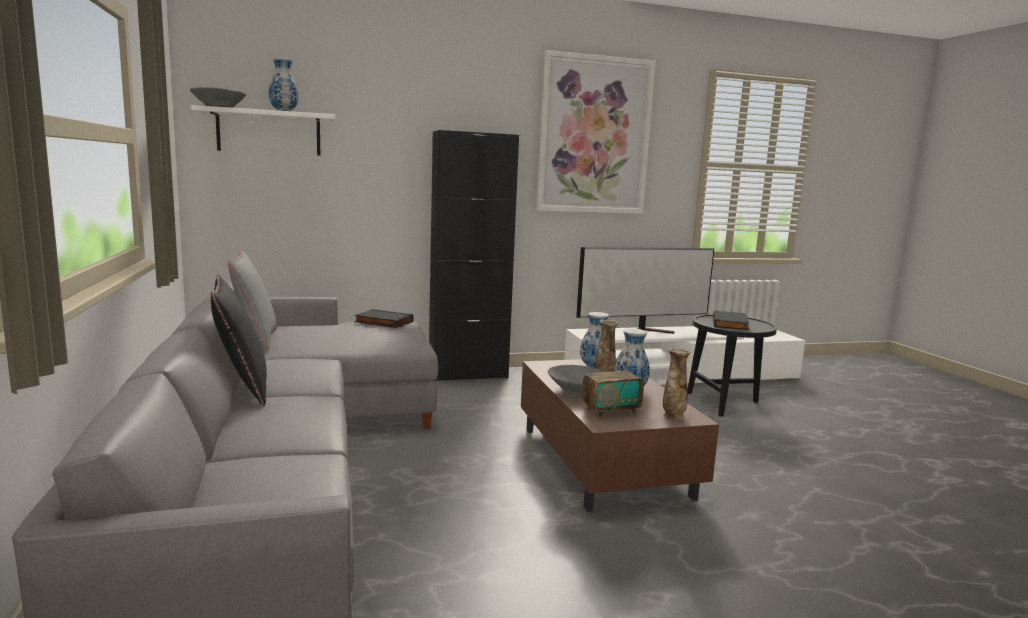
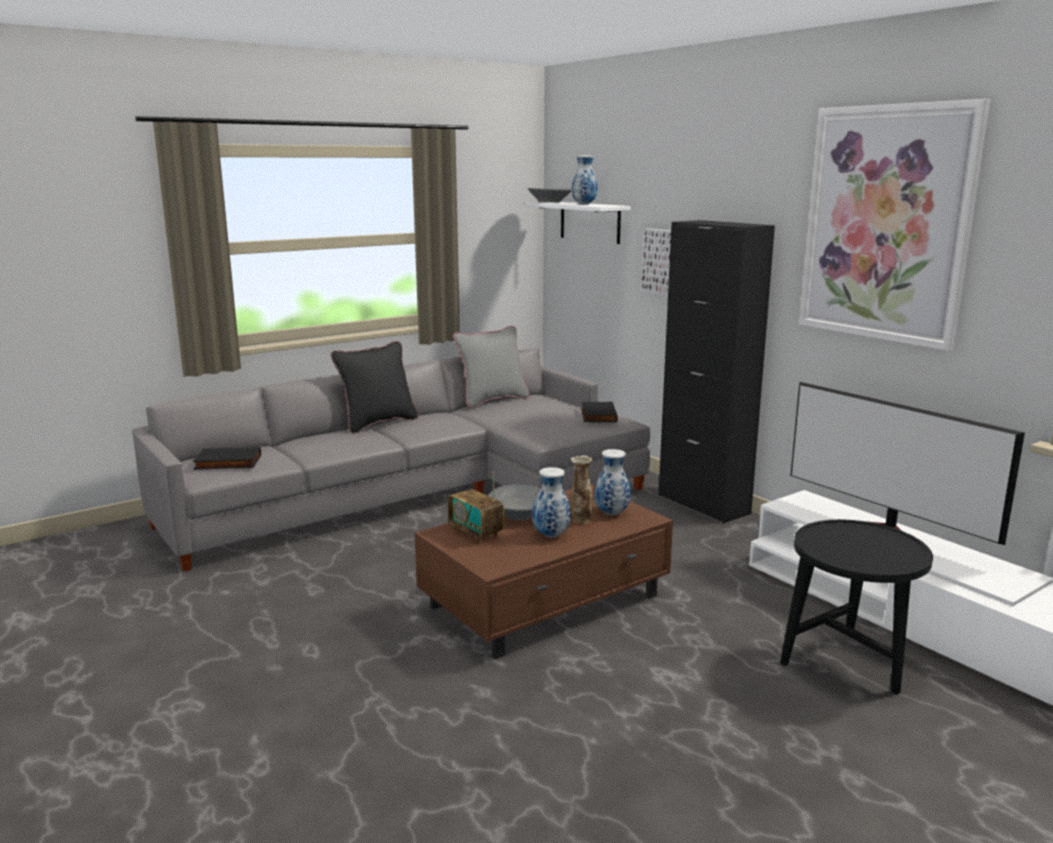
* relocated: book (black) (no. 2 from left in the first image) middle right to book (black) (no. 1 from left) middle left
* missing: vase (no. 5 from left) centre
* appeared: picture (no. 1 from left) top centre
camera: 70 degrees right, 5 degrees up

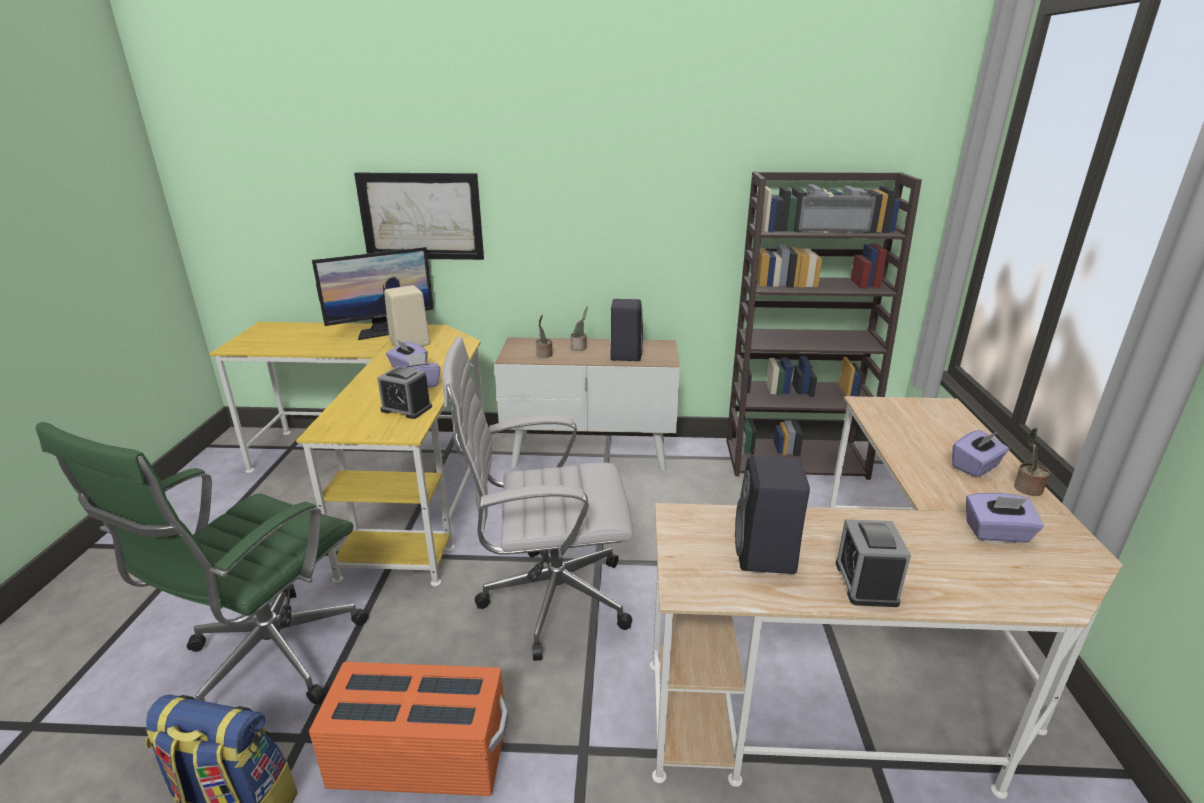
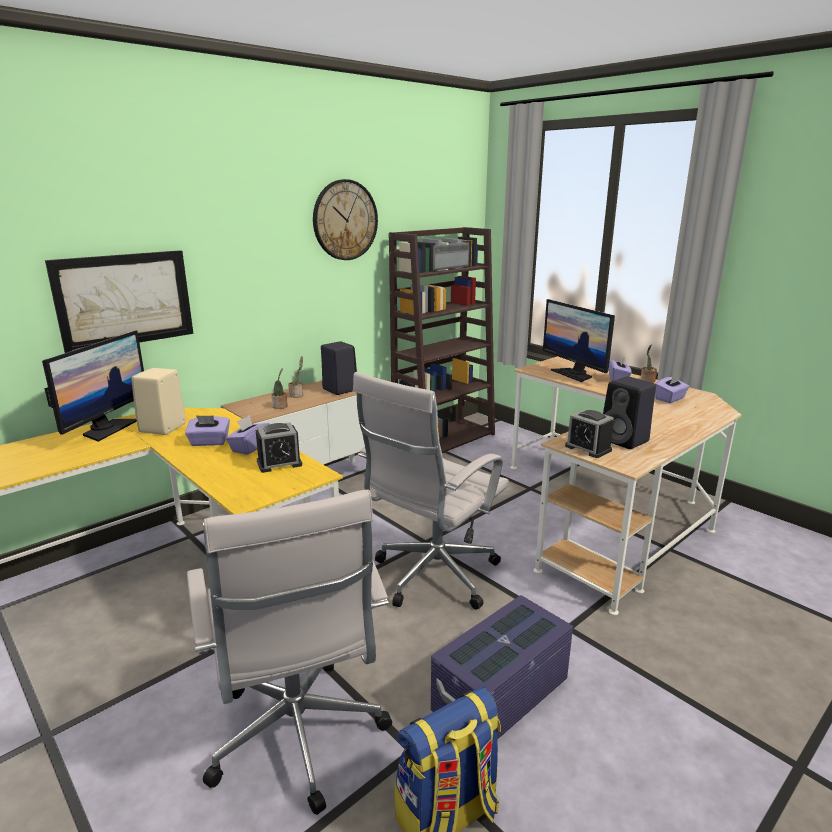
* colour: office chair (green) bottom left to office chair (white) (no. 1 from left) bottom centre
* relocated: alarm clock (no. 2 from left) bottom right to middle right
* colour: storage box (orange) bottom centre to storage box (purple) bottom centre
* appeared: wall clock top centre
* appeared: monitor (no. 2 from left) middle right
camera: 45 degrees left, 5 degrees down

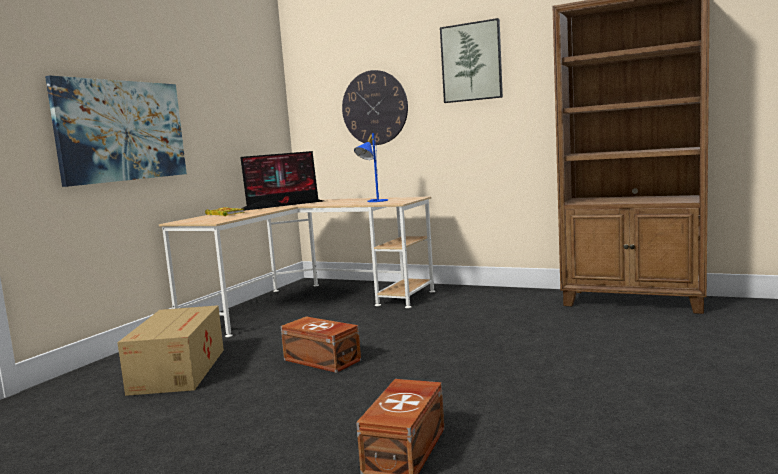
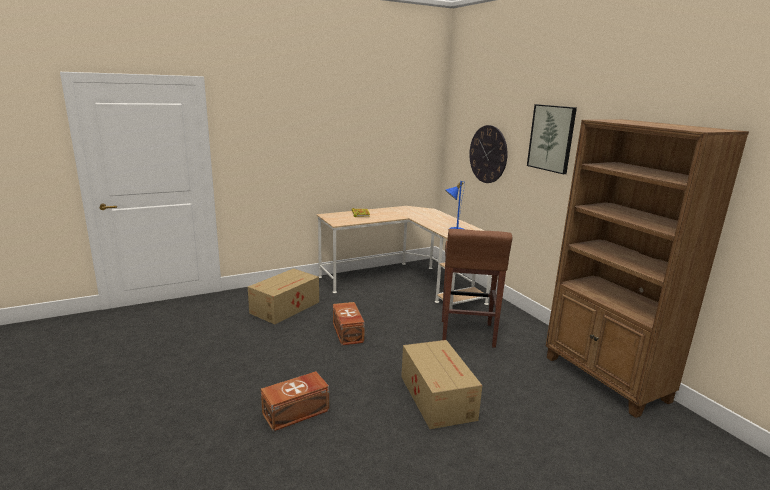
* missing: picture (no. 1 from left) top left
* missing: monitor centre
* appeared: stool (brown) centre
* appeared: cardboard box (no. 2 from left) bottom centre
camera: 35 degrees right, 10 degrees up

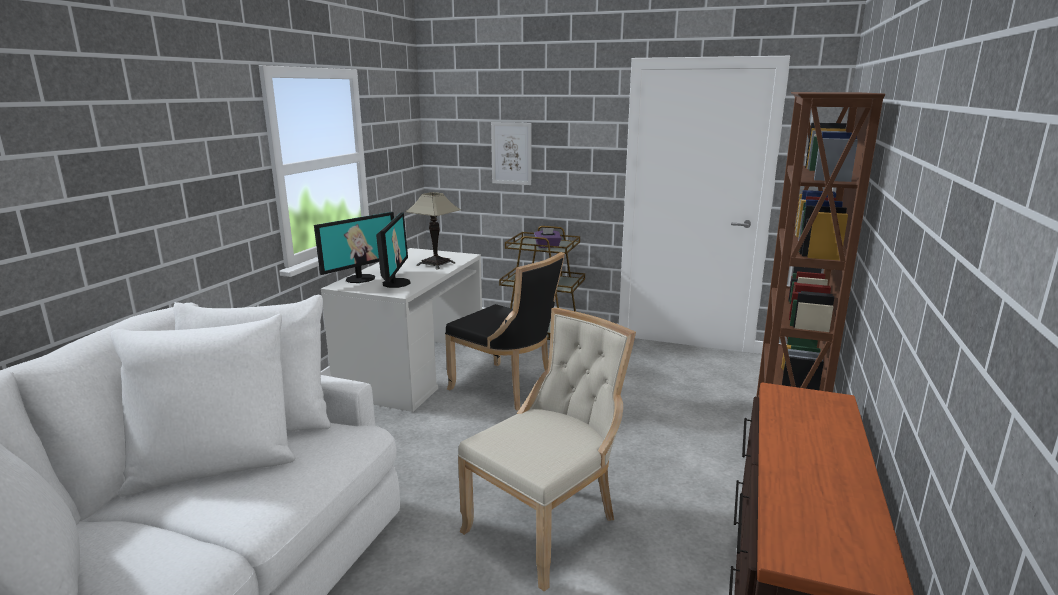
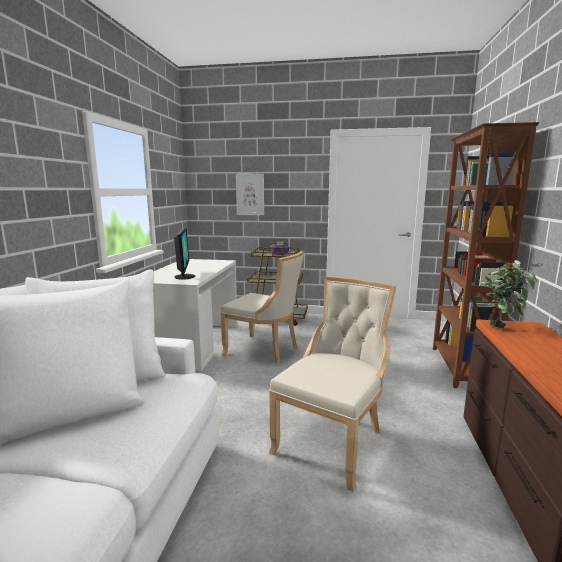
* missing: table lamp centre
* missing: monitor (no. 1 from left) centre
* colour: chair (black) centre to chair (beige) (no. 1 from left) centre
* appeared: potted plant middle right
camera: 10 degrees left, 5 degrees down

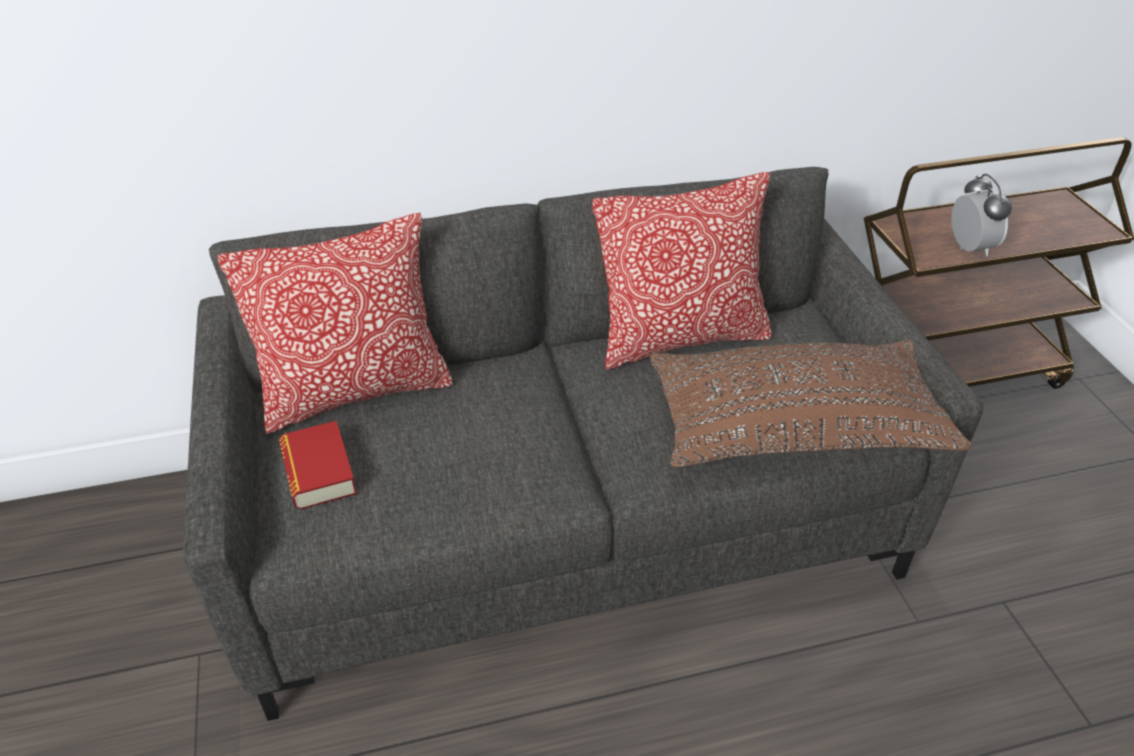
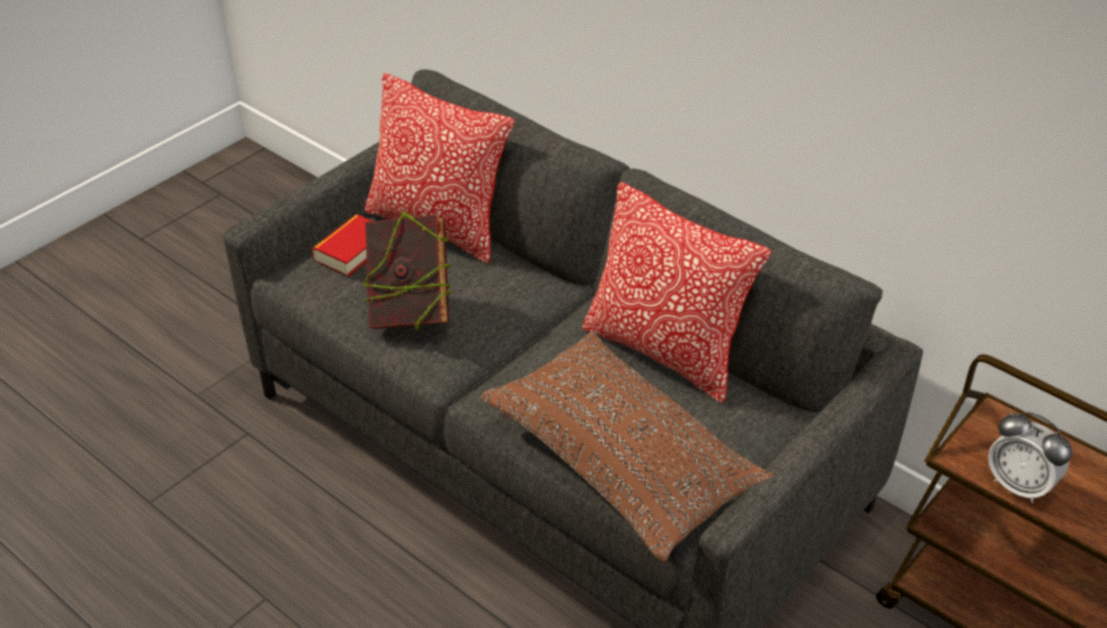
* spun: alarm clock top right = bottom right 90 degrees clockwise
* appeared: book (no. 2 from left) centre
camera: 55 degrees right, 0 degrees up

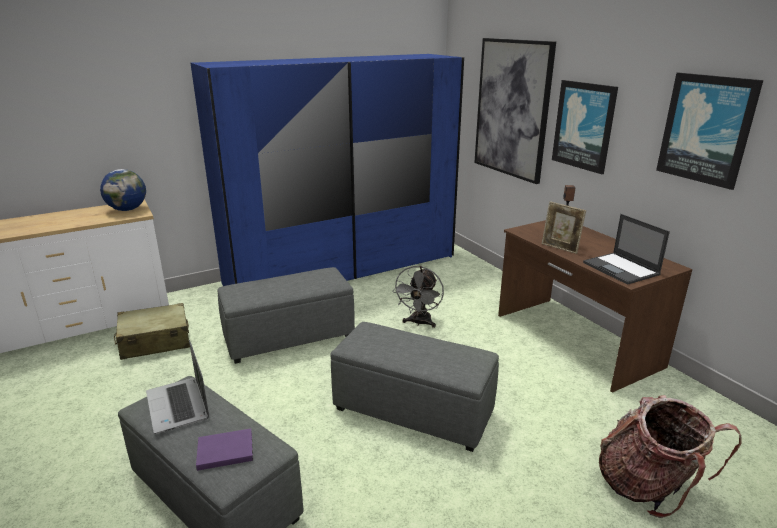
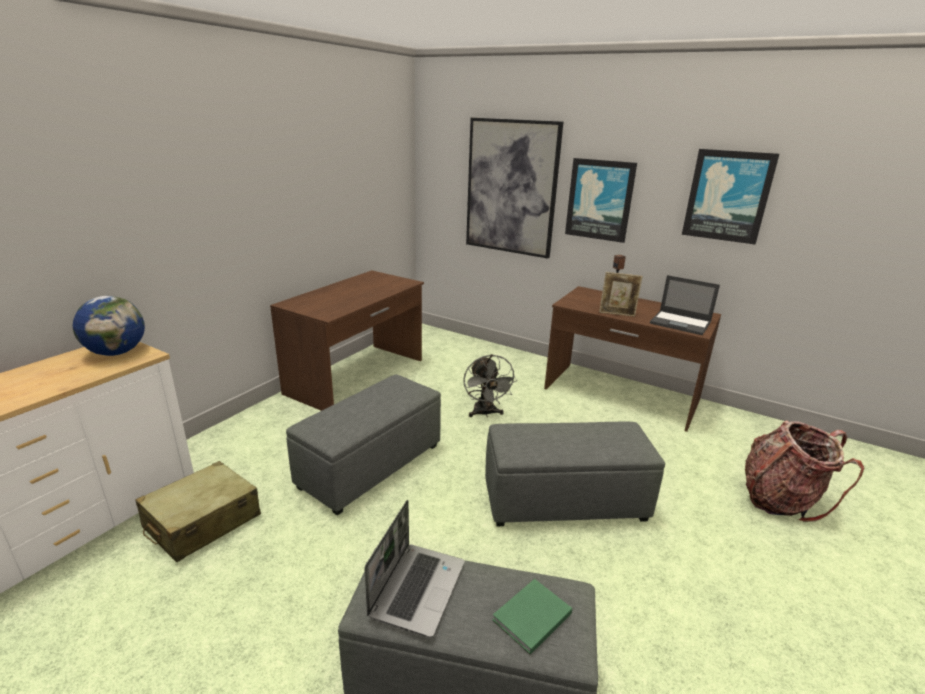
* exchanged: wardrobe (blue) top centre to desk (brown) (no. 1 from left) centre
* spun: laptop (no. 1 from left) bottom left = bottom centre 105 degrees counterclockwise
* colour: book (purple) bottom left to book (green) bottom centre
camera: 30 degrees left, 0 degrees up

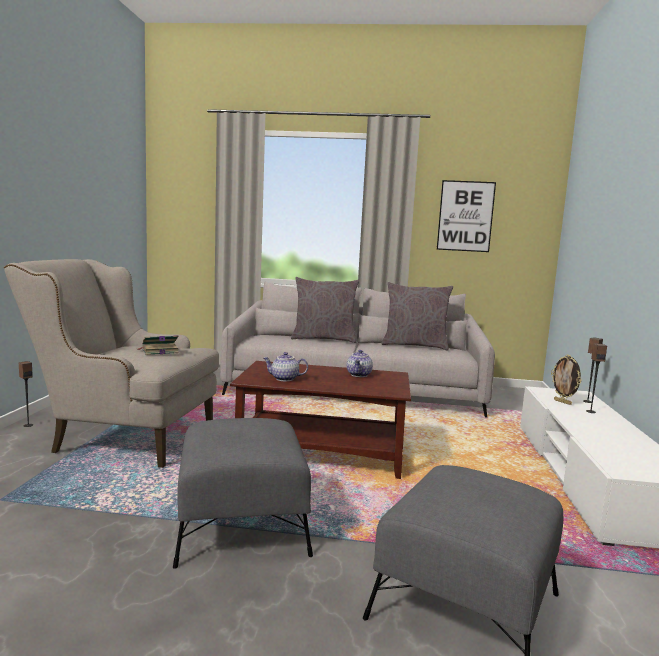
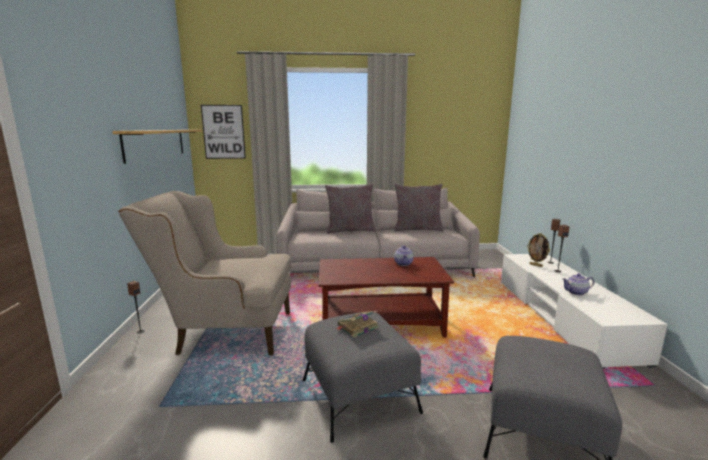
* relocated: picture top right to top left
* relocated: book middle left to bottom centre
* relocated: teapot (no. 1 from left in the first image) centre to teapot (no. 2 from left) middle right
* appeared: shelf top left
camera: 10 degrees left, 5 degrees up

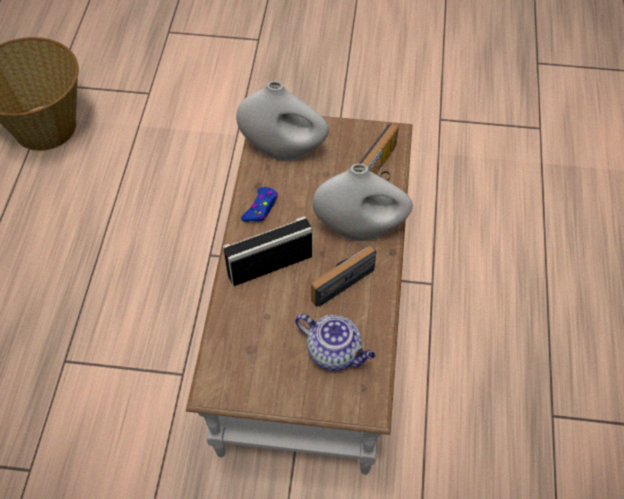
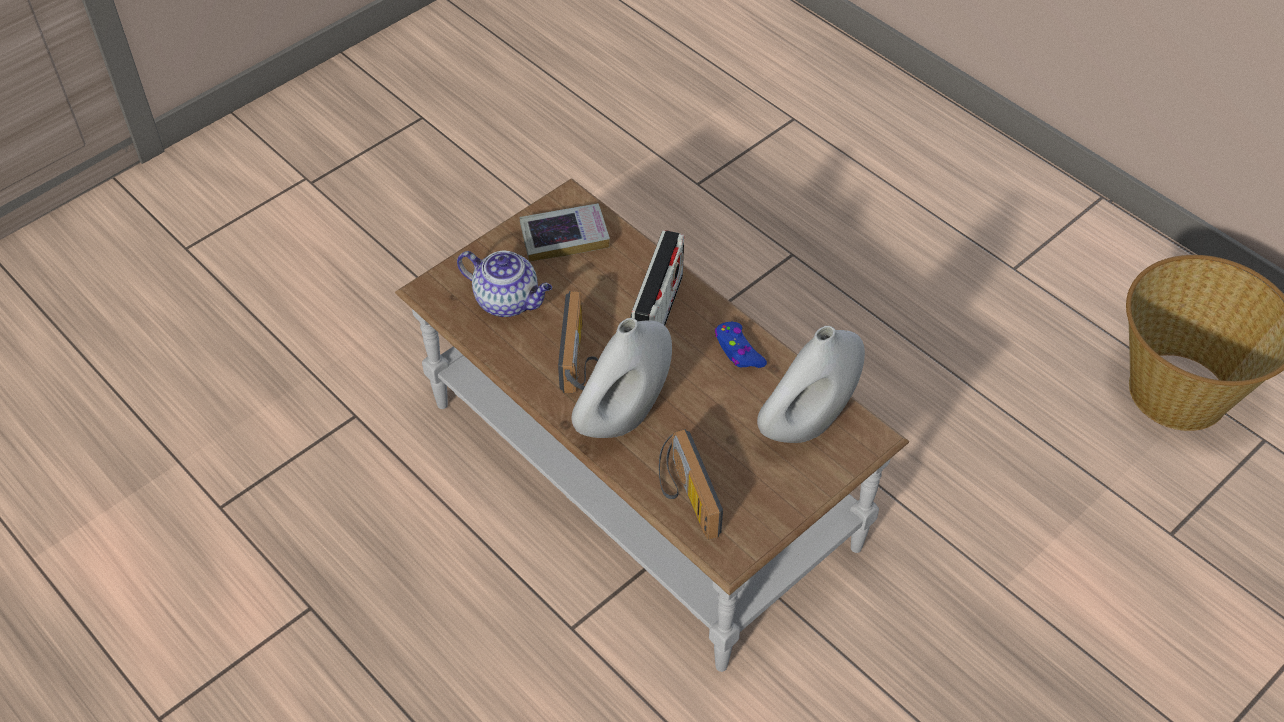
* spun: teapot bottom centre = centre 135 degrees counterclockwise
* appeared: book top centre
camera: 130 degrees right, 5 degrees down

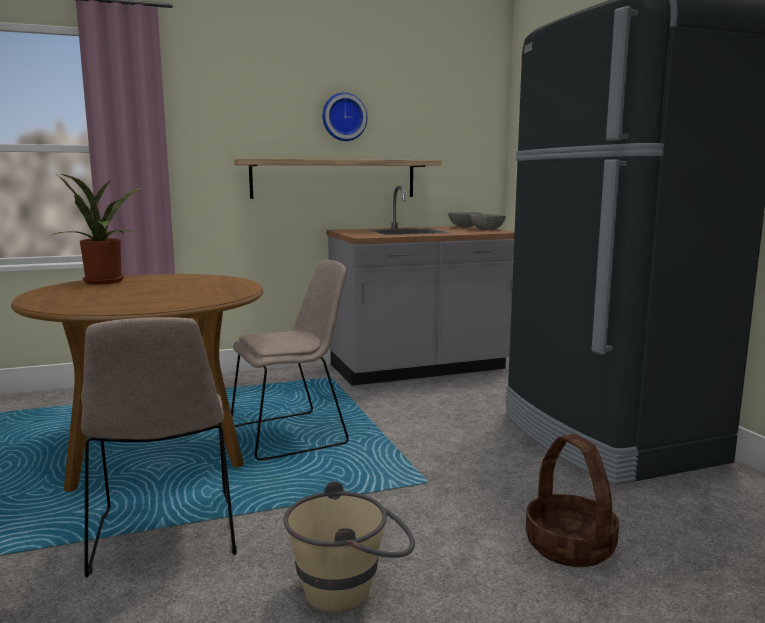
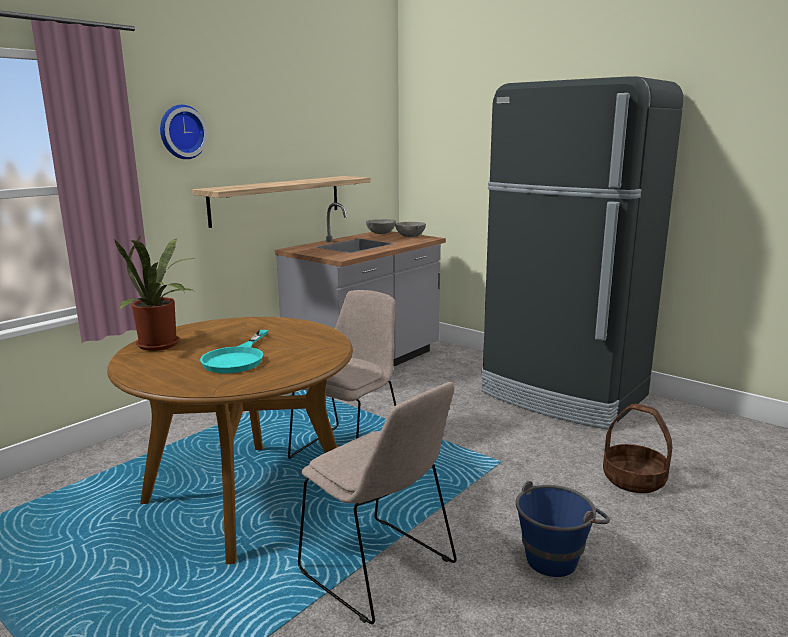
* relocated: wall clock top centre to top left
* colour: bucket (beige) bottom centre to bucket (blue) bottom right
* appeared: frying pan (turquoise) middle left
camera: 30 degrees left, 5 degrees up

